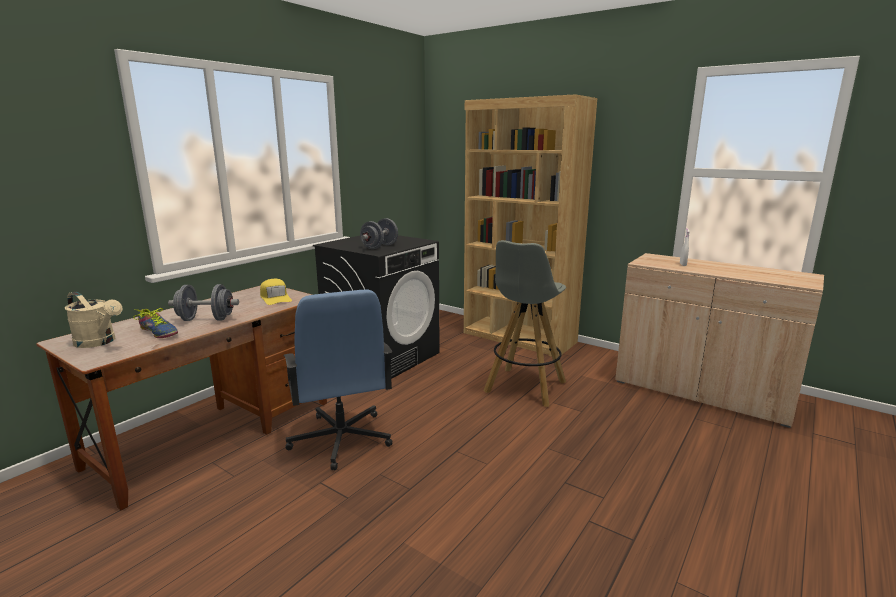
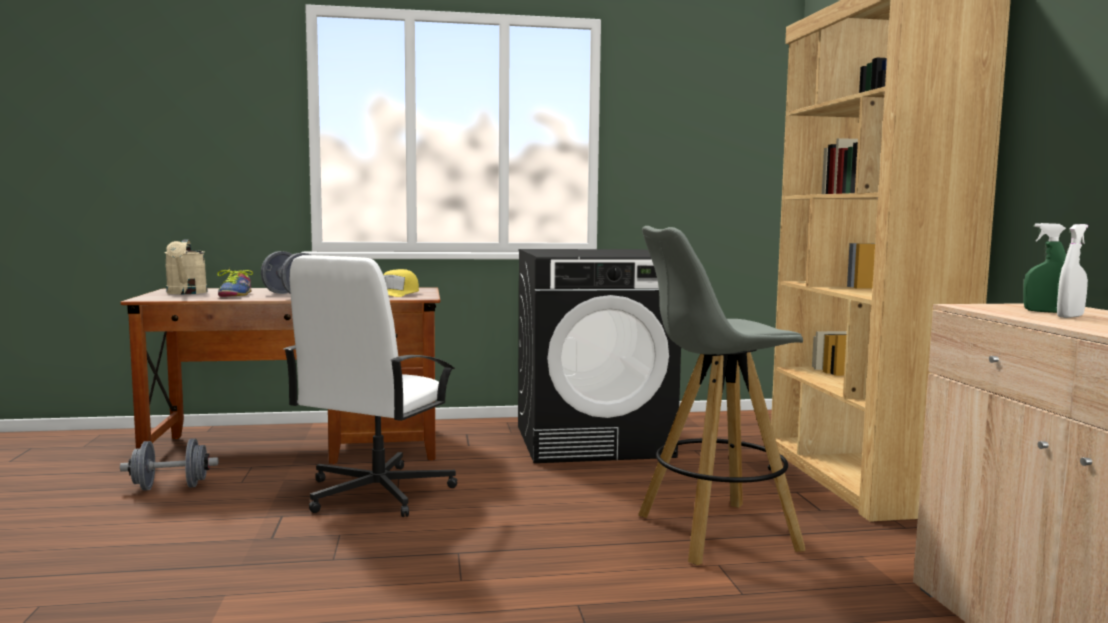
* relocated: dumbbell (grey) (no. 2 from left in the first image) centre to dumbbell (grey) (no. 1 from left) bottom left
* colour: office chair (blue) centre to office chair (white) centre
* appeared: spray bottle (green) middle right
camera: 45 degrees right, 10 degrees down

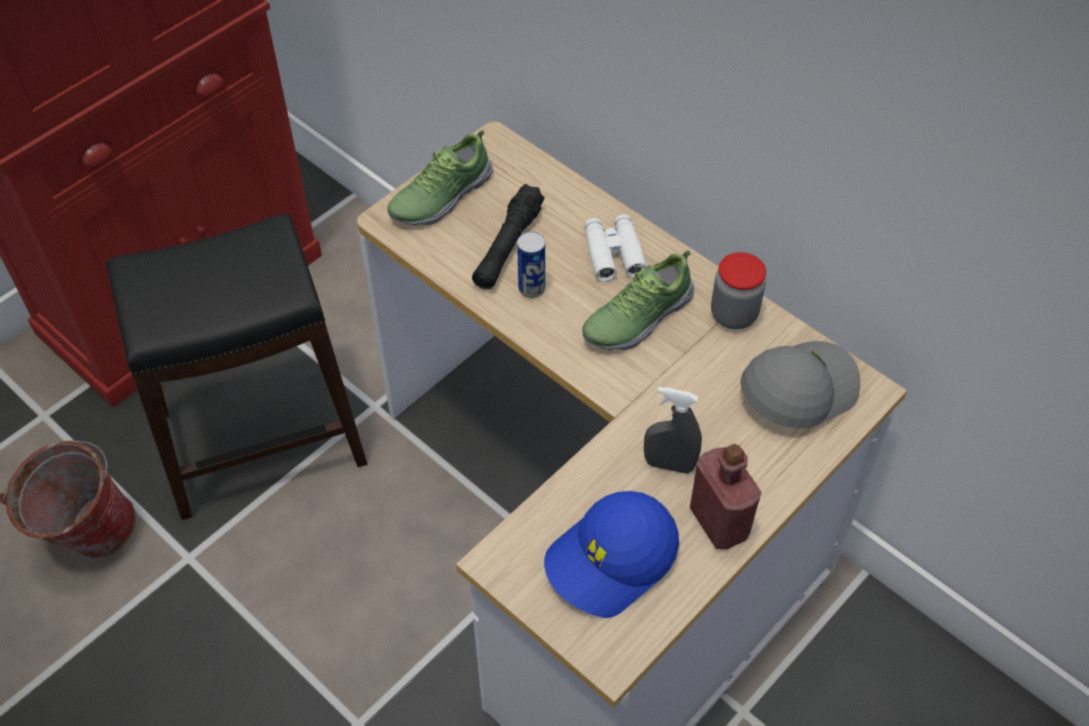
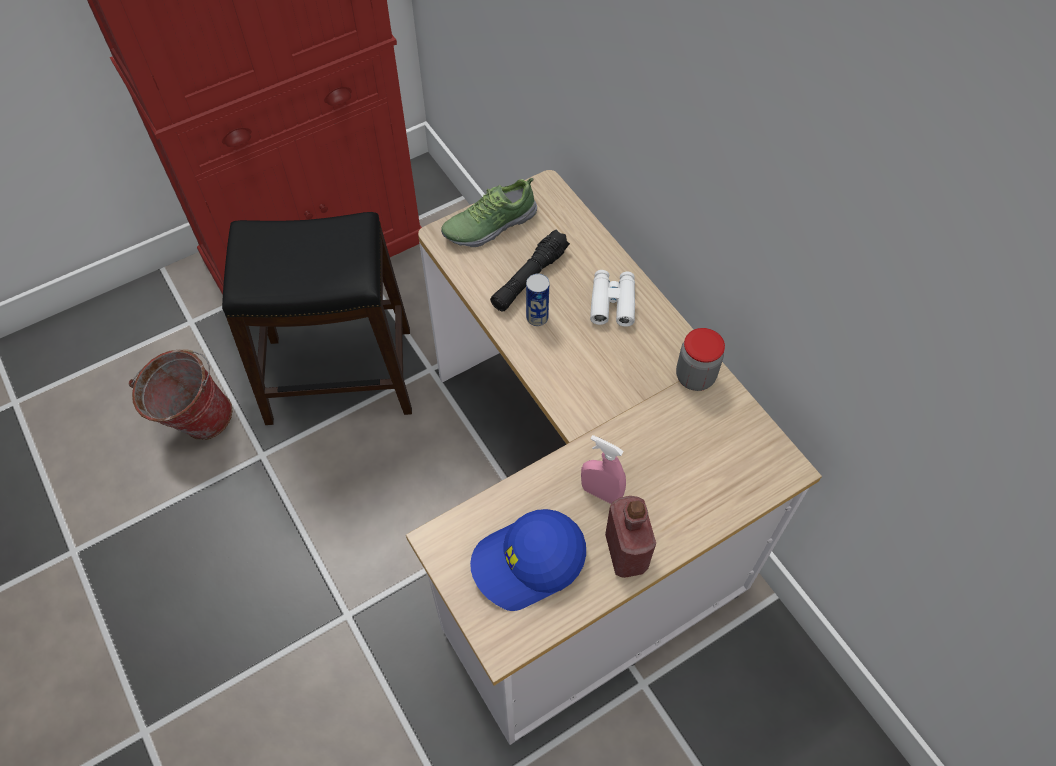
* missing: shoe (no. 2 from left) centre
* missing: cap (grey) middle right
* colour: spray bottle (grey) centre to spray bottle (pink) centre
camera: 15 degrees right, 5 degrees up

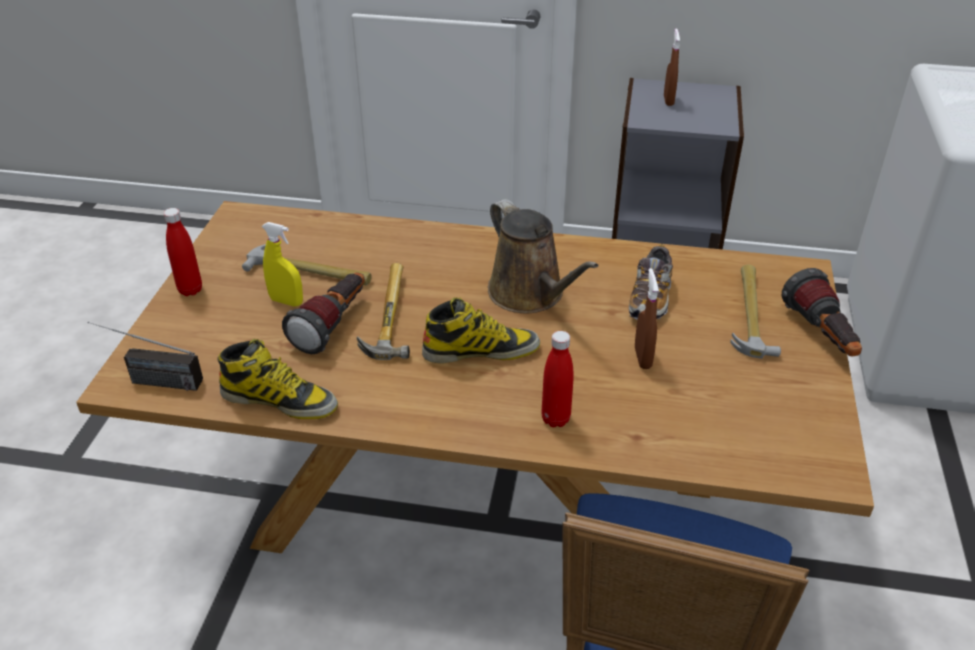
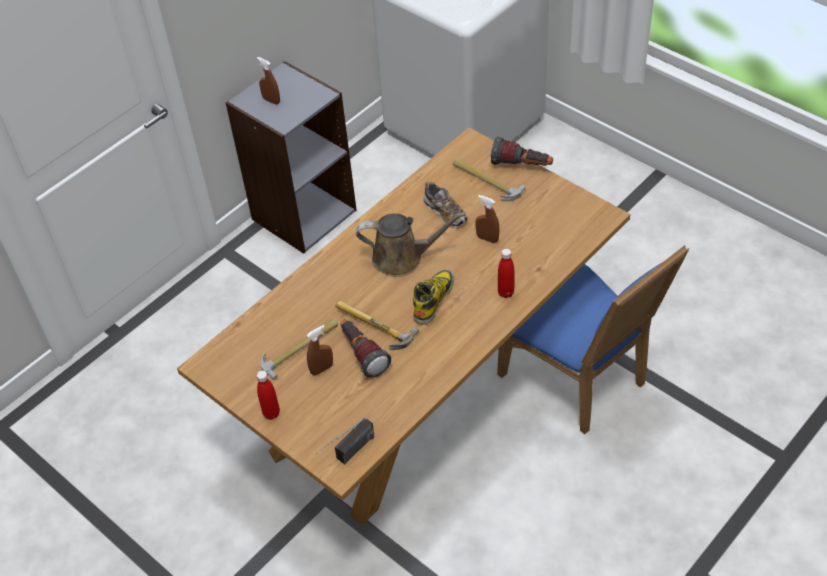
* colour: spray bottle (yellow) middle left to spray bottle (brown) (no. 2 from left) centre
* missing: boot (no. 1 from left) middle left
camera: 55 degrees left, 10 degrees up

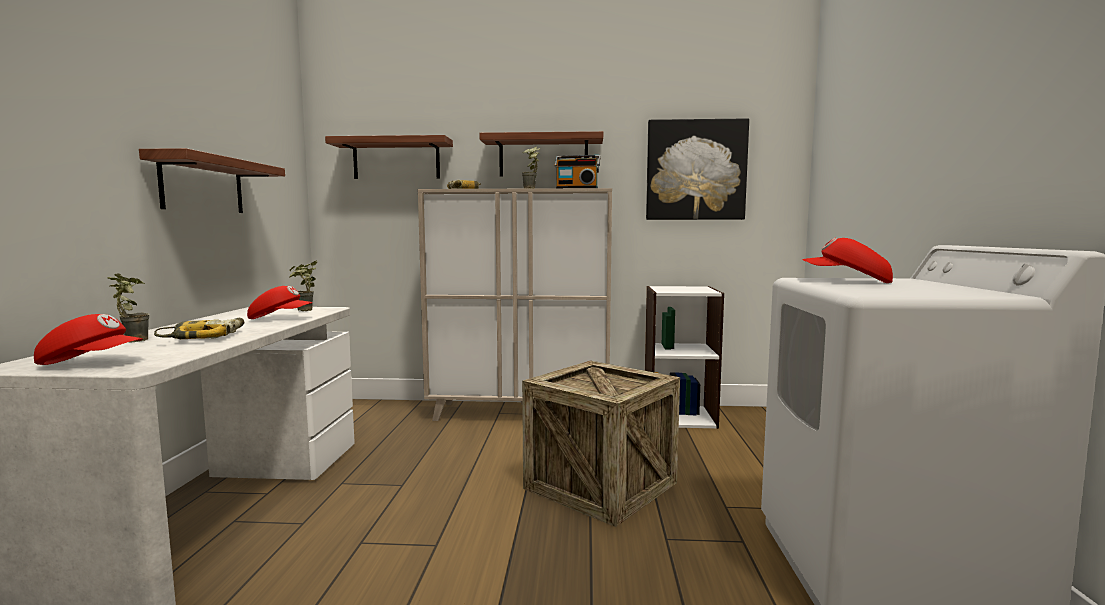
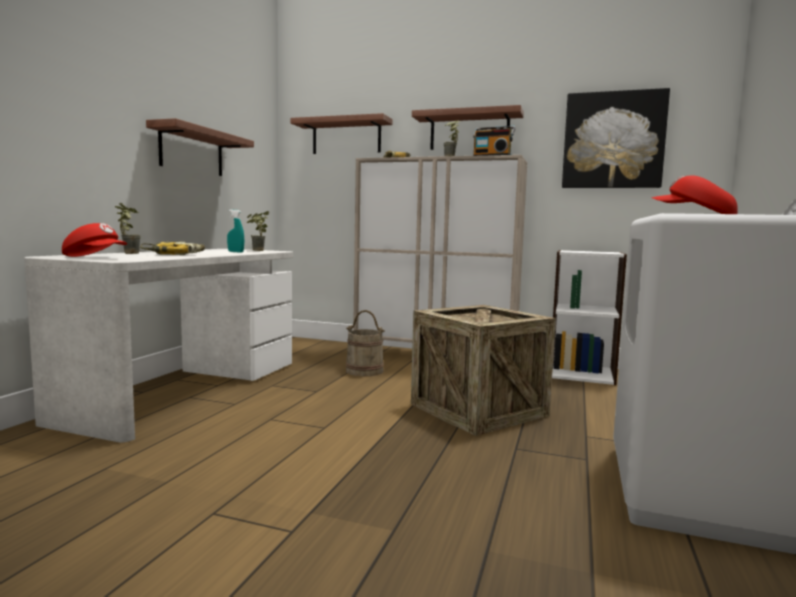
* exchanged: cap (red) (no. 2 from left) middle left to spray bottle (turquoise) middle left
* appeared: bucket (beige) centre
camera: 15 degrees right, 0 degrees up

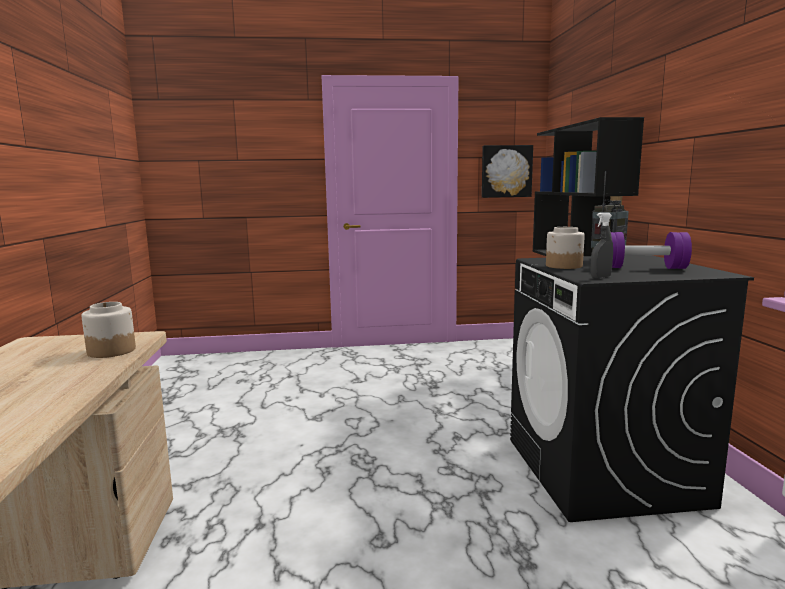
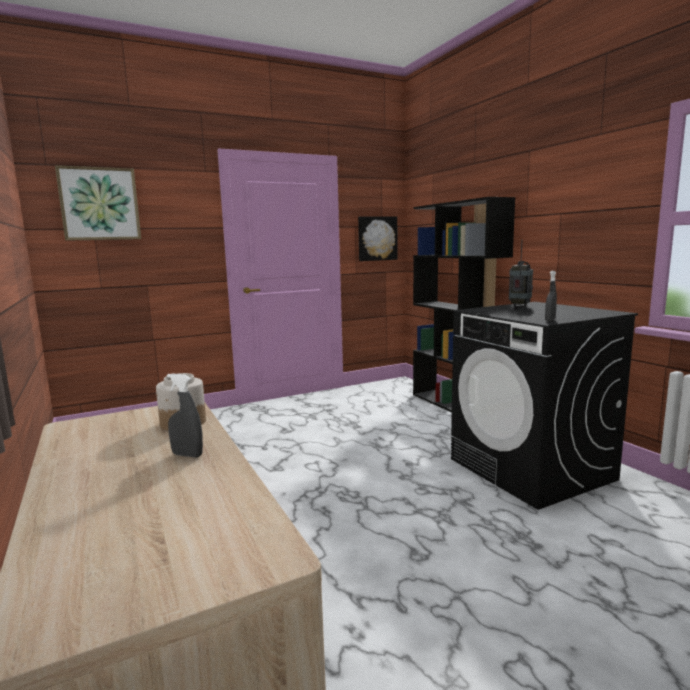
* missing: jar (no. 2 from left) middle right
* missing: dumbbell (purple) middle right
* appeared: picture (no. 1 from left) top left
* appeared: spray bottle (grey) (no. 1 from left) middle left
camera: 20 degrees left, 0 degrees up

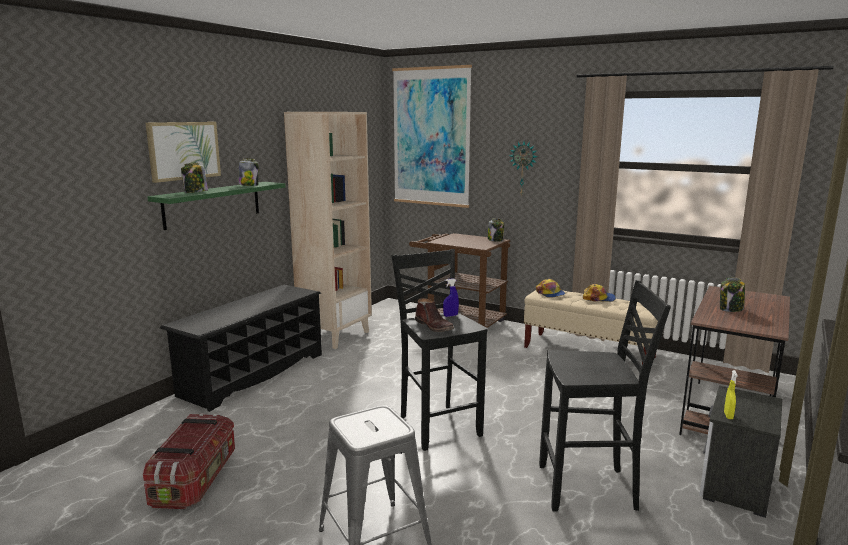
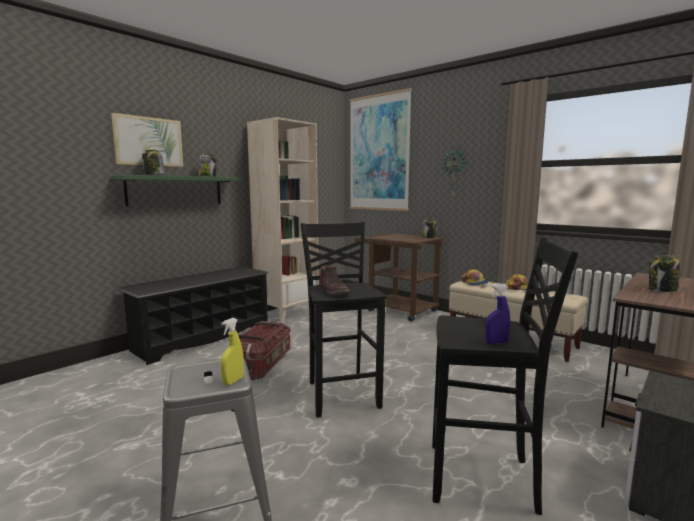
* relocated: spray bottle (blue) centre to middle right
* relocated: spray bottle (yellow) bottom right to bottom centre
* relocated: storage box bottom left to bottom centre
camera: 10 degrees right, 5 degrees down

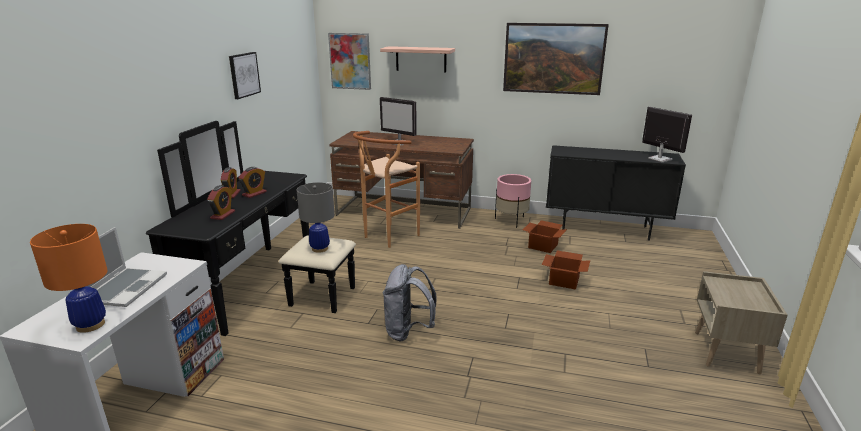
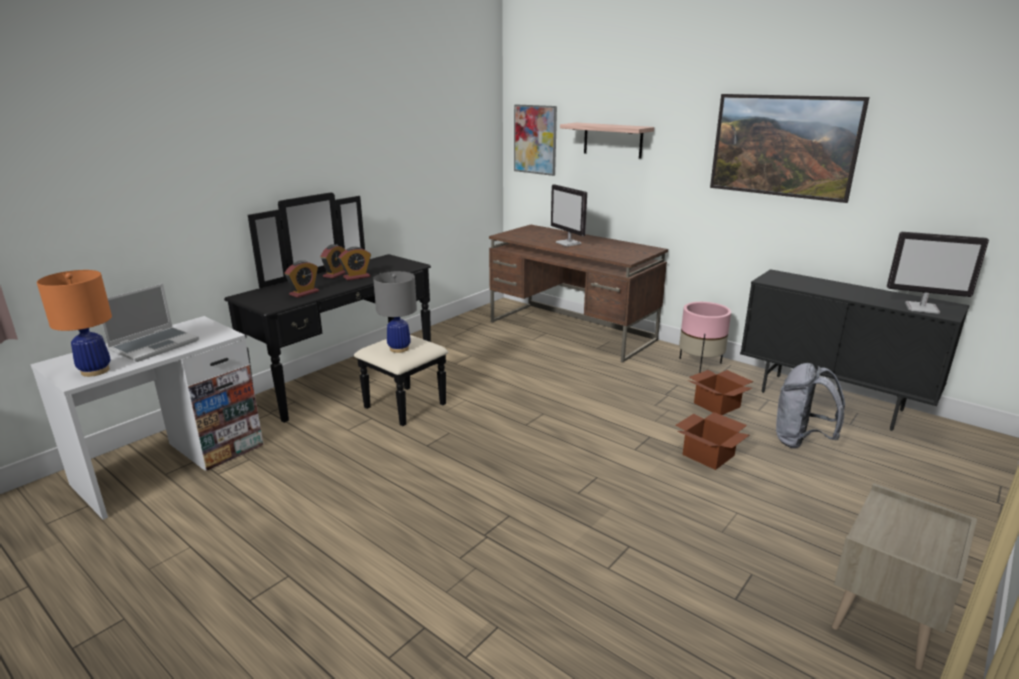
* missing: picture (no. 1 from left) top left
* spun: monitor (no. 2 from left) top right = middle right 120 degrees clockwise
* missing: stool (brown) centre
* relocated: backpack (grey) bottom centre to middle right
camera: 25 degrees right, 0 degrees up

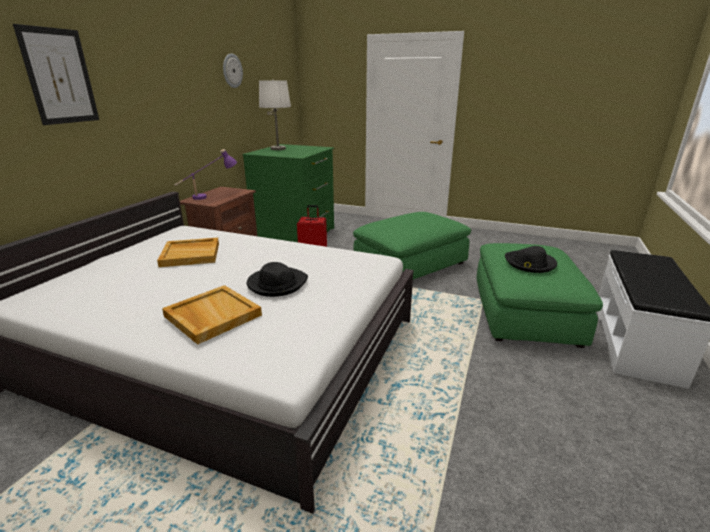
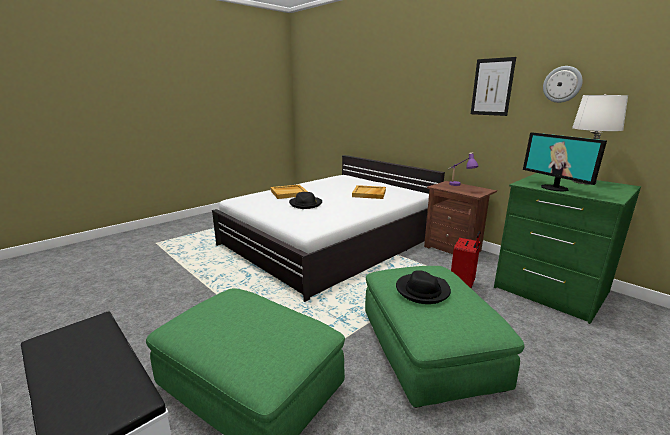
* relocated: picture top left to top right
* relocated: hat (black) (no. 2 from left) middle right to centre
* appeared: monitor middle right
camera: 115 degrees right, 5 degrees down

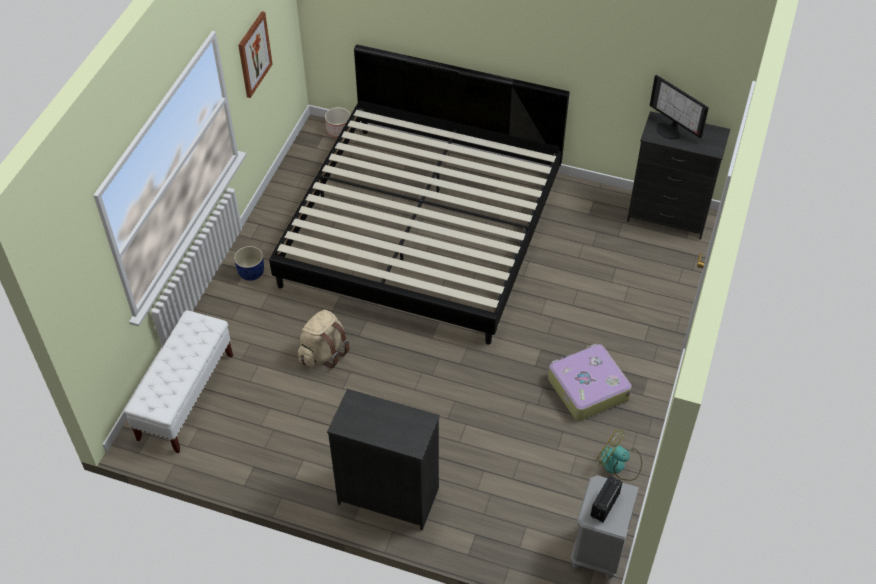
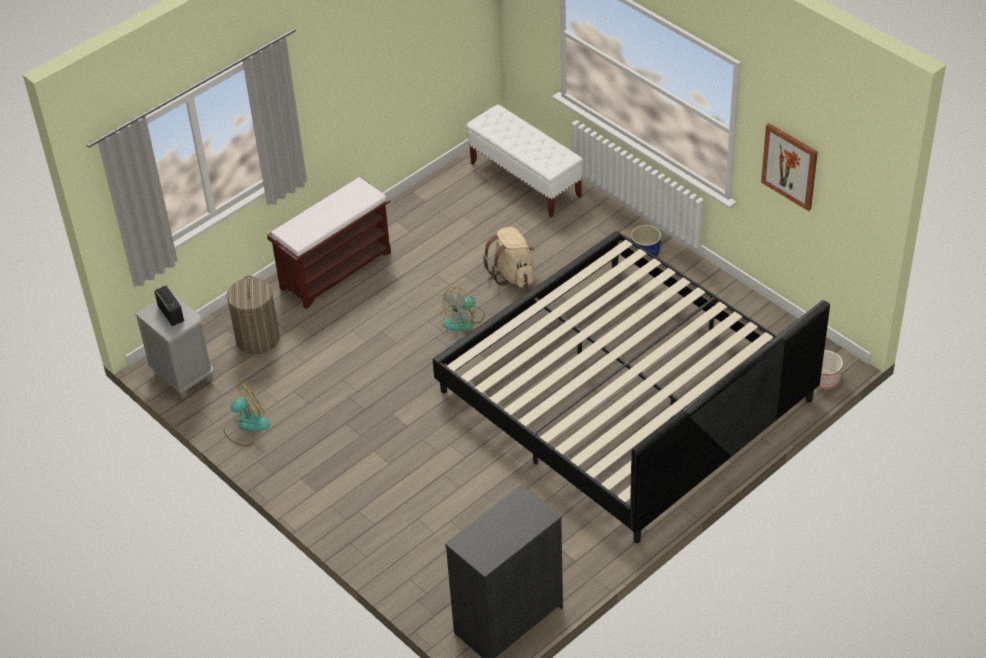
* missing: monitor top right
* missing: suitcase middle right
* exchanged: dresser (black) (no. 1 from left) bottom centre to bench (brown) centre
* appeared: laundry basket middle left
* appeared: fan (no. 2 from left) centre
camera: 120 degrees right, 5 degrees down

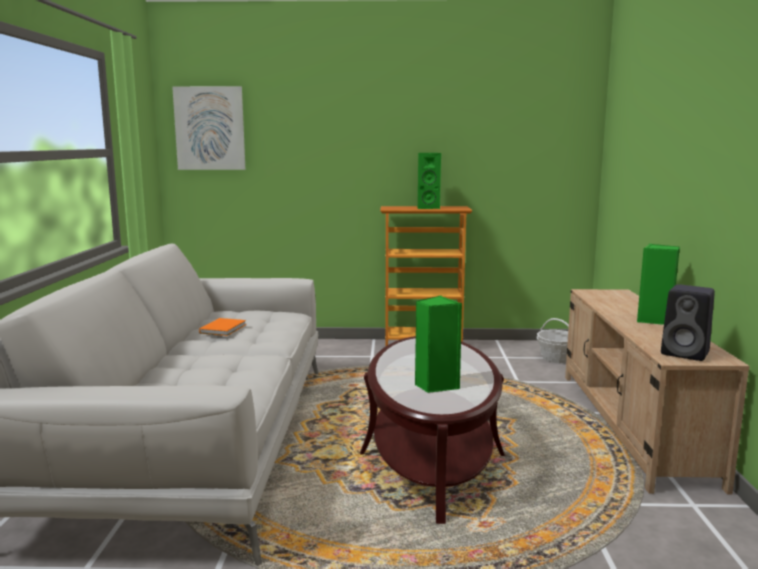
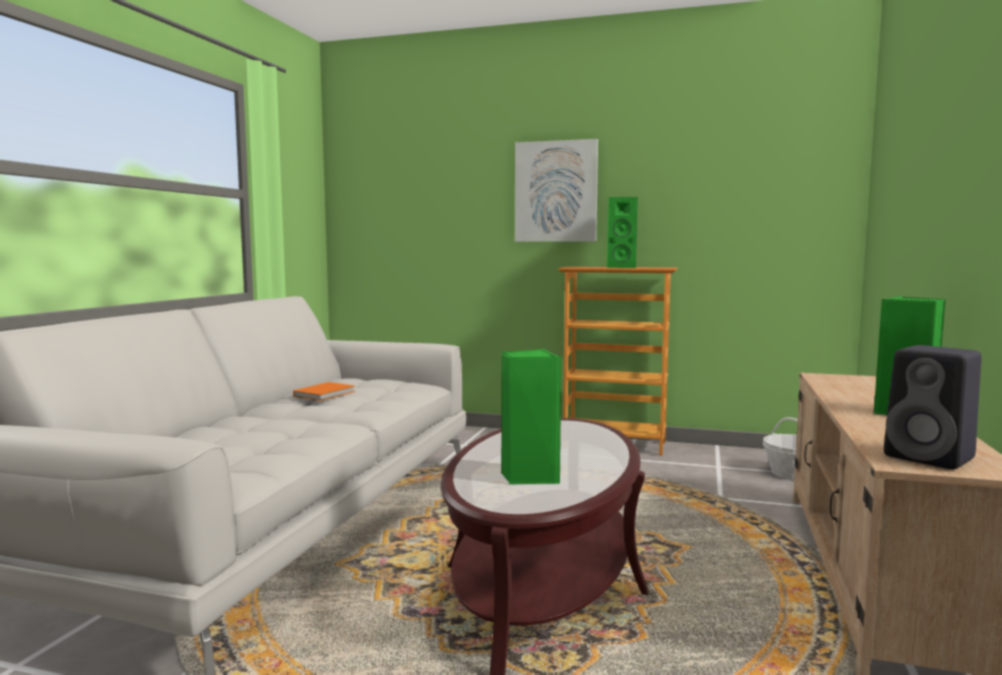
* relocated: picture top left to top centre
camera: 15 degrees right, 5 degrees down

